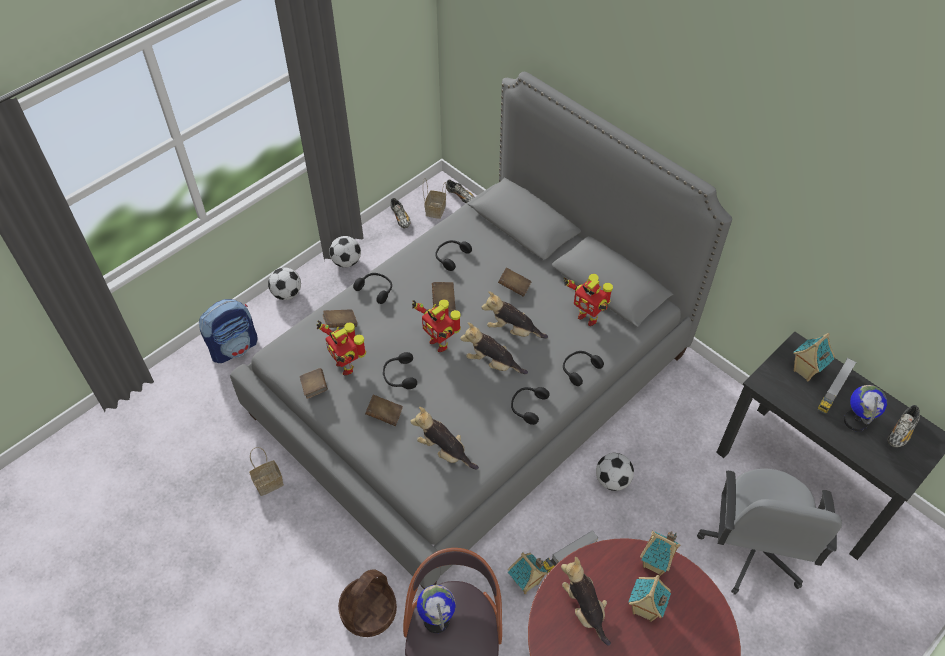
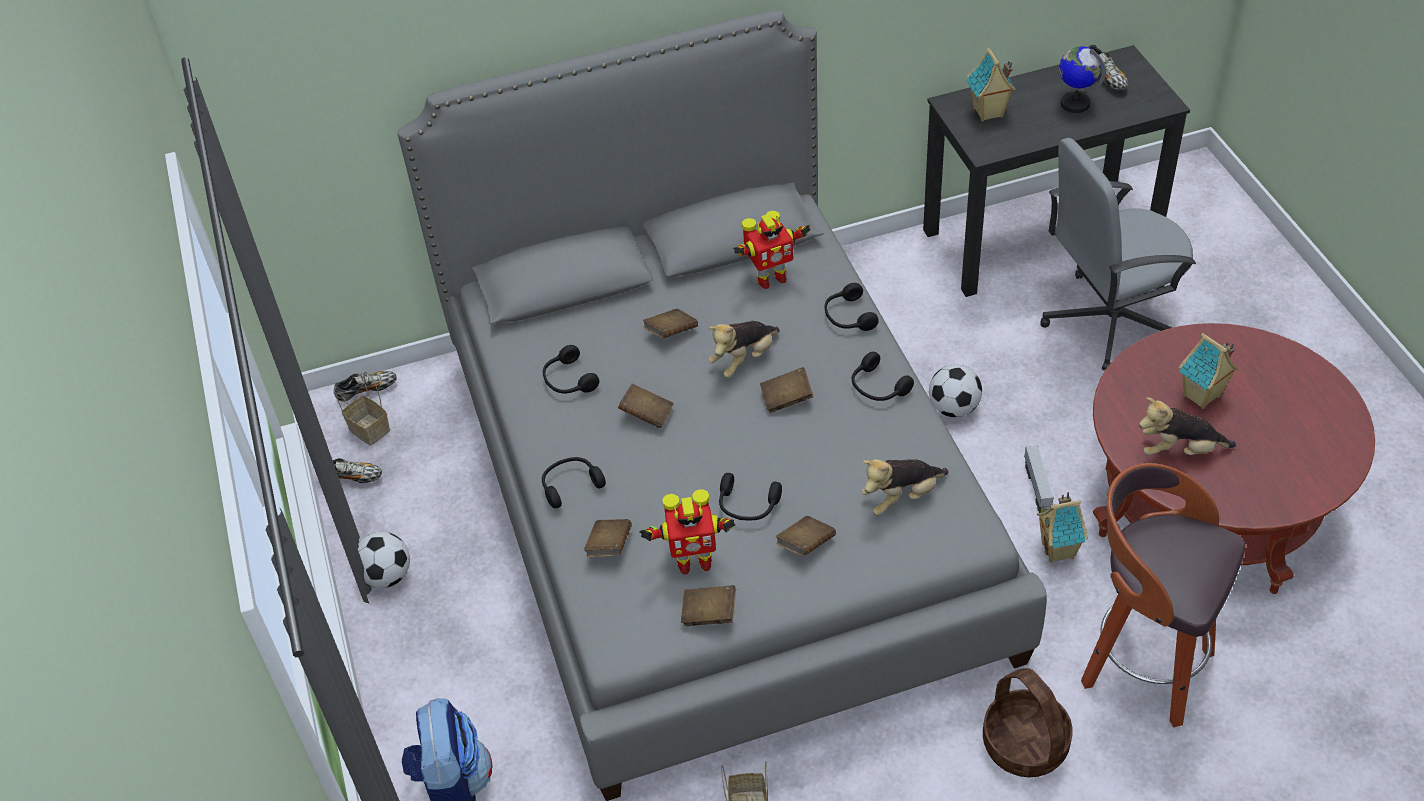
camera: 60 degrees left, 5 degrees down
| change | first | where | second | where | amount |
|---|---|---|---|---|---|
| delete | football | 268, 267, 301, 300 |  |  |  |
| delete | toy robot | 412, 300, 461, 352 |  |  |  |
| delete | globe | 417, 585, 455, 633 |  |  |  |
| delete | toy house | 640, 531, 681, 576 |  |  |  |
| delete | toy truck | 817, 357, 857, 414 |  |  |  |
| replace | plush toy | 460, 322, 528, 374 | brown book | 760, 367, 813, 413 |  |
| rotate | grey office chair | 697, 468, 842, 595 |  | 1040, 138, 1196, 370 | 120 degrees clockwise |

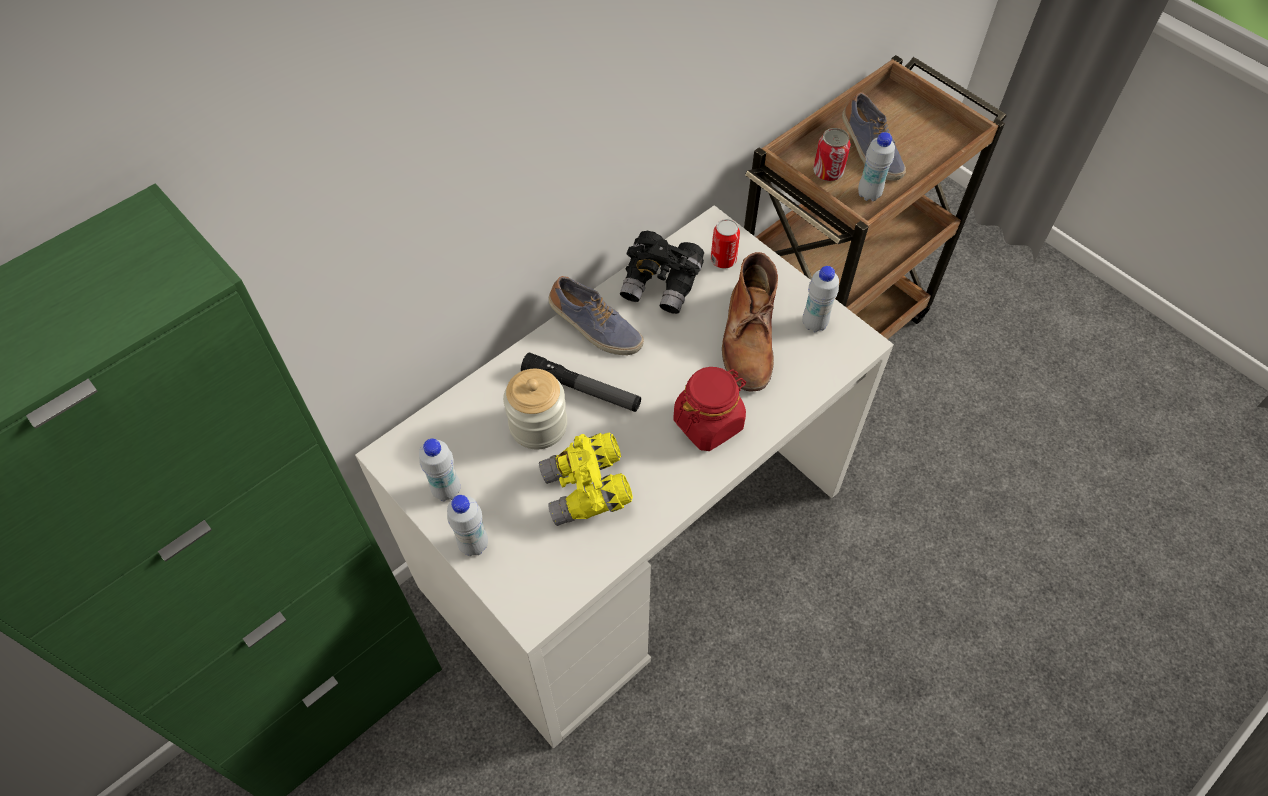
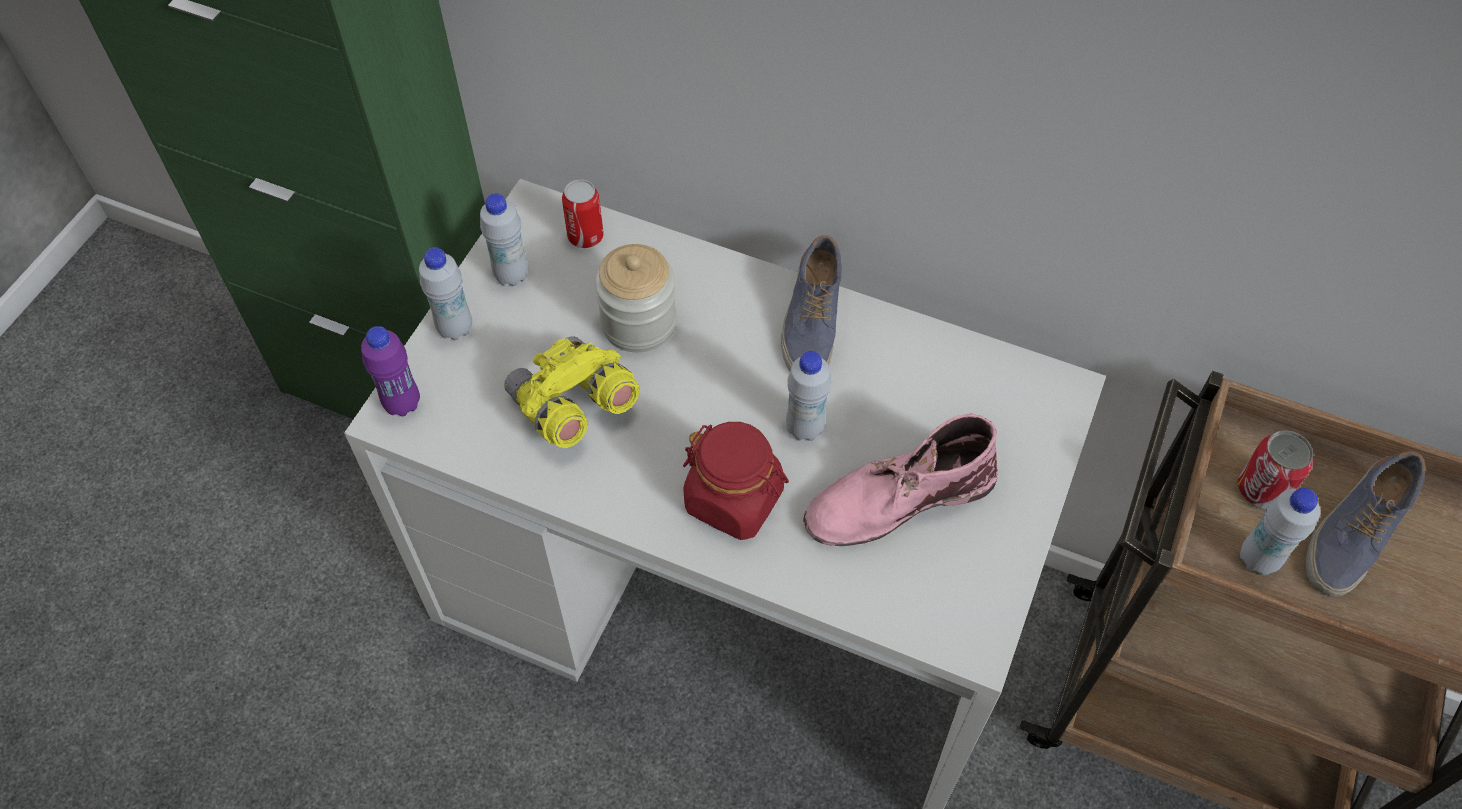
camera: 65 degrees right, 0 degrees up
| change | first | where | second | where | amount |
|---|---|---|---|---|---|
| delete | flashlight | 521, 352, 641, 412 |  |  |  |
| delete | black binoculars | 620, 231, 704, 314 |  |  |  |
| insert |  |  | purple bottle | 361, 326, 420, 417 |  |
| move | can | 711, 219, 740, 269 |  | 562, 179, 604, 248 |  |
| move | white bottle | 802, 266, 839, 332 |  | 786, 351, 831, 441 |  |
| recolor | brown boot | 722, 252, 778, 392 | pink boot | 803, 414, 998, 546 |  |

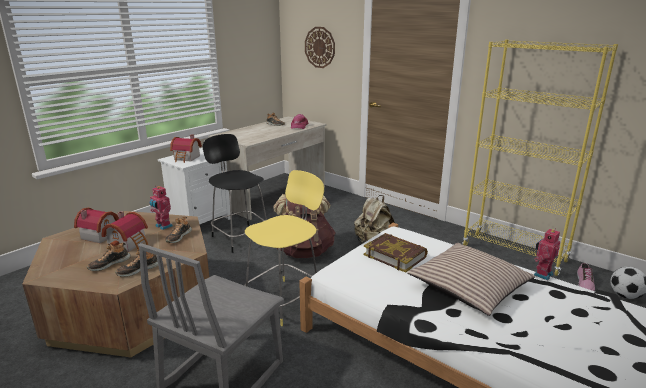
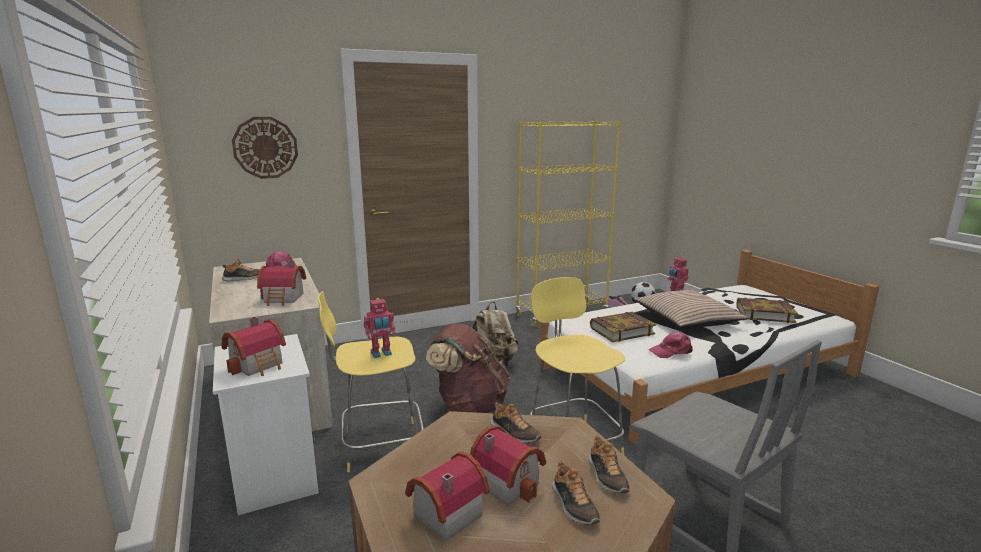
camera: 65 degrees left, 5 degrees down
| change | first | where | second | where | amount |
|---|---|---|---|---|---|
| insert |  |  | toy house | 257, 260, 306, 306 |  |
| insert |  |  | pink cap | 648, 332, 693, 358 |  |
| insert |  |  | book | 737, 298, 798, 323 |  |
| move | toy robot | 149, 185, 173, 230 |  | 364, 298, 396, 358 |  |
| recolor | black stool | 203, 134, 267, 253 | yellow stool | 318, 291, 424, 472 |  |

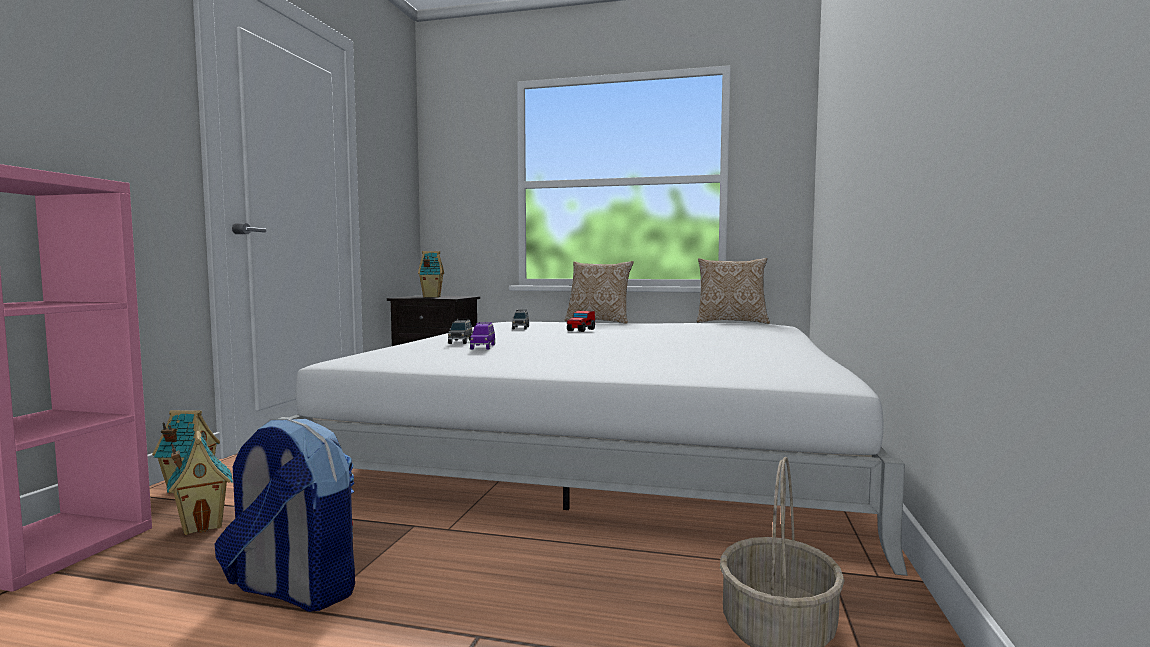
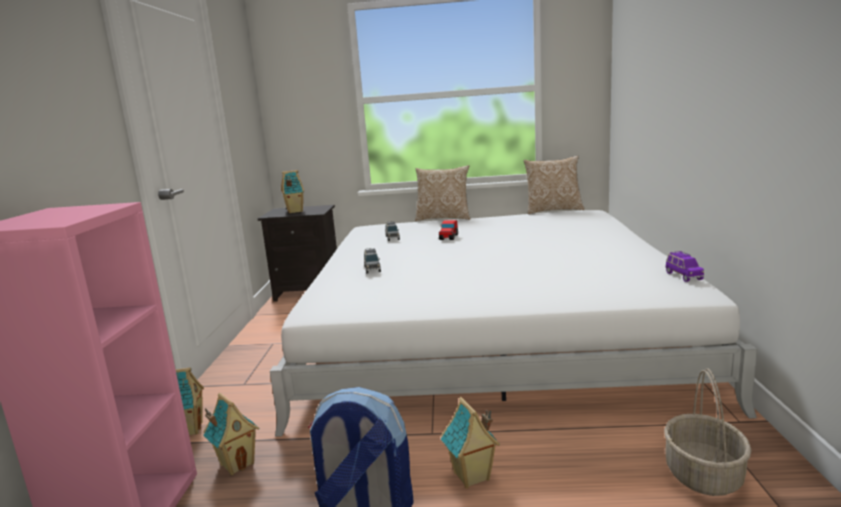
camera: 10 degrees left, 10 degrees up
| change | first | where | second | where | amount |
|---|---|---|---|---|---|
| insert |  |  | toy house | 441, 397, 500, 488 |  |
| move | purple toy car | 470, 322, 495, 350 |  | 665, 251, 704, 282 |  |

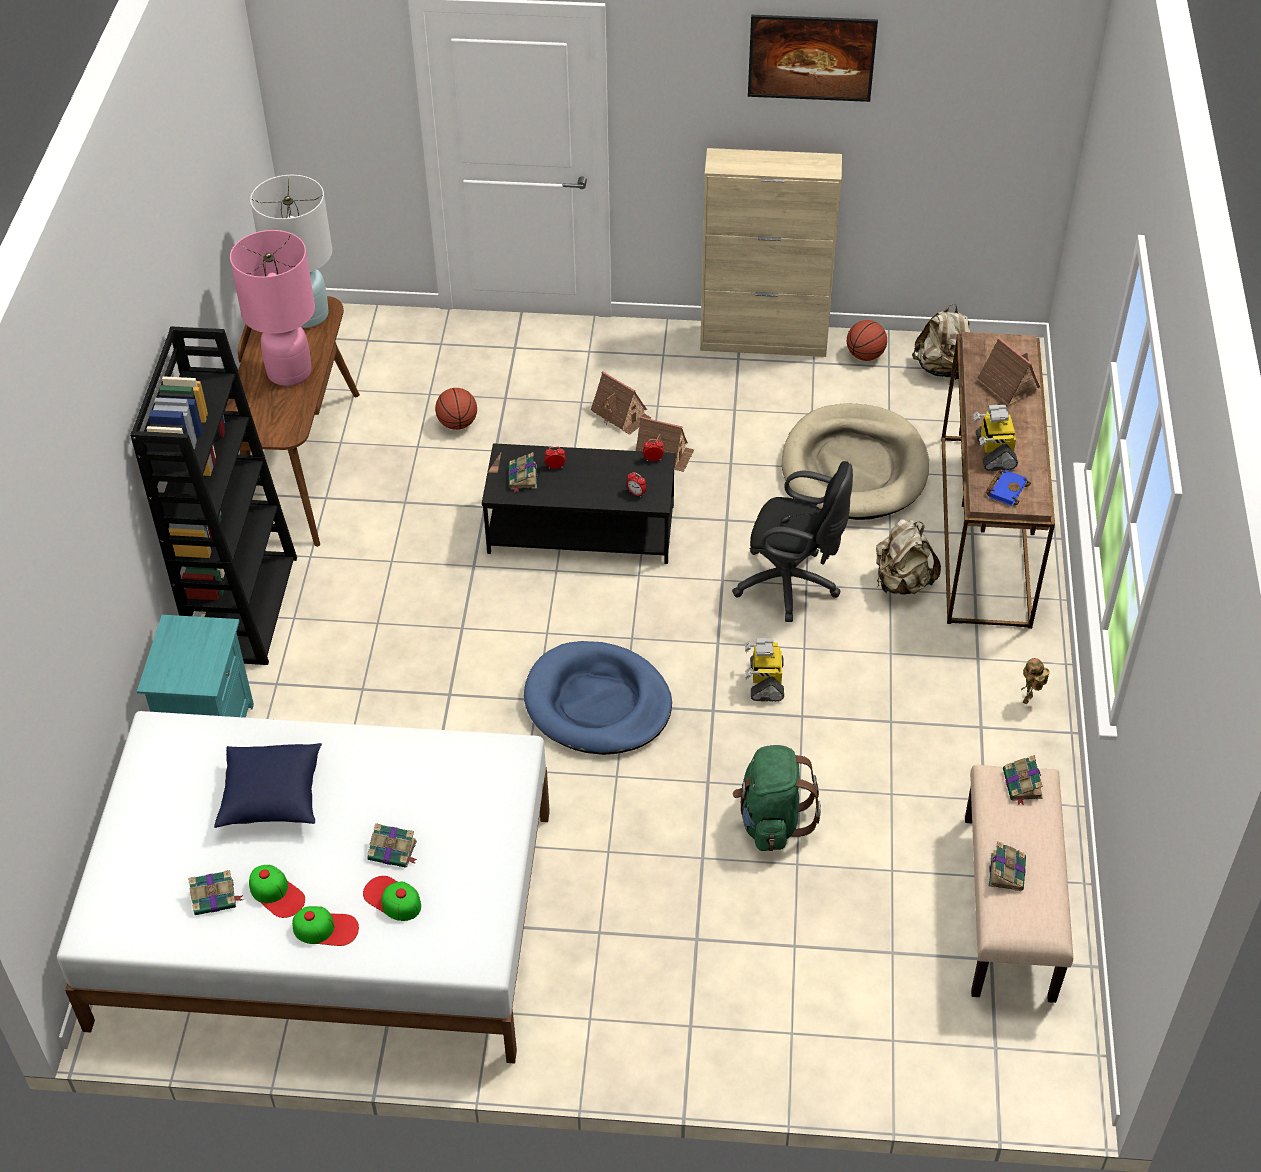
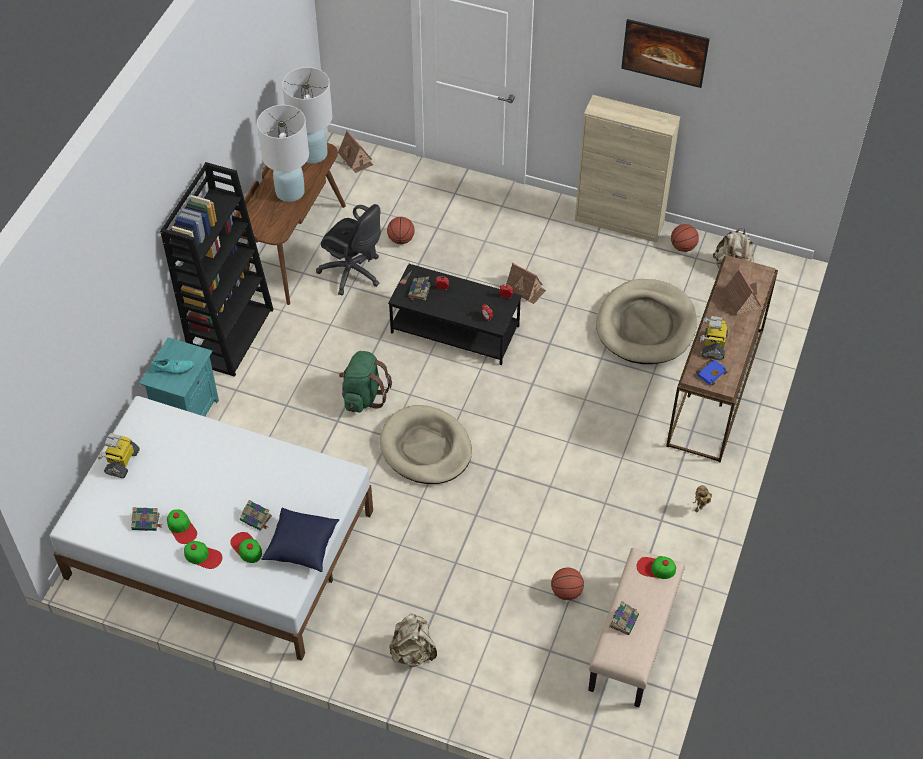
camera: 15 degrees right, 5 degrees up
| change | first | where | second | where | amount |
|---|---|---|---|---|---|
| insert |  |  | turquoise shoe | 153, 359, 194, 375 |  |
| insert |  |  | basketball | 551, 567, 584, 600 |  |
| move | blue pillow | 214, 743, 322, 828 |  | 261, 507, 339, 572 |  |
| move | toy house | 591, 371, 651, 435 |  | 338, 130, 373, 173 |  |
| move | black office chair | 732, 461, 853, 622 |  | 316, 204, 381, 295 |  |
| move | green backpack | 733, 745, 821, 851 |  | 339, 351, 392, 413 |  |
| move | toy robot | 745, 638, 784, 701 |  | 98, 433, 140, 478 |  |
| move | beige backpack | 876, 519, 941, 595 |  | 390, 613, 437, 667 |  |
| replace | book | 1003, 755, 1043, 805 | cap | 637, 556, 676, 579 |  |
| recolor | pink table lamp | 230, 230, 315, 386 | white table lamp | 257, 105, 309, 202 |  |
| recolor | blue dog bed | 524, 641, 672, 755 | beige dog bed | 380, 405, 472, 484 |  |

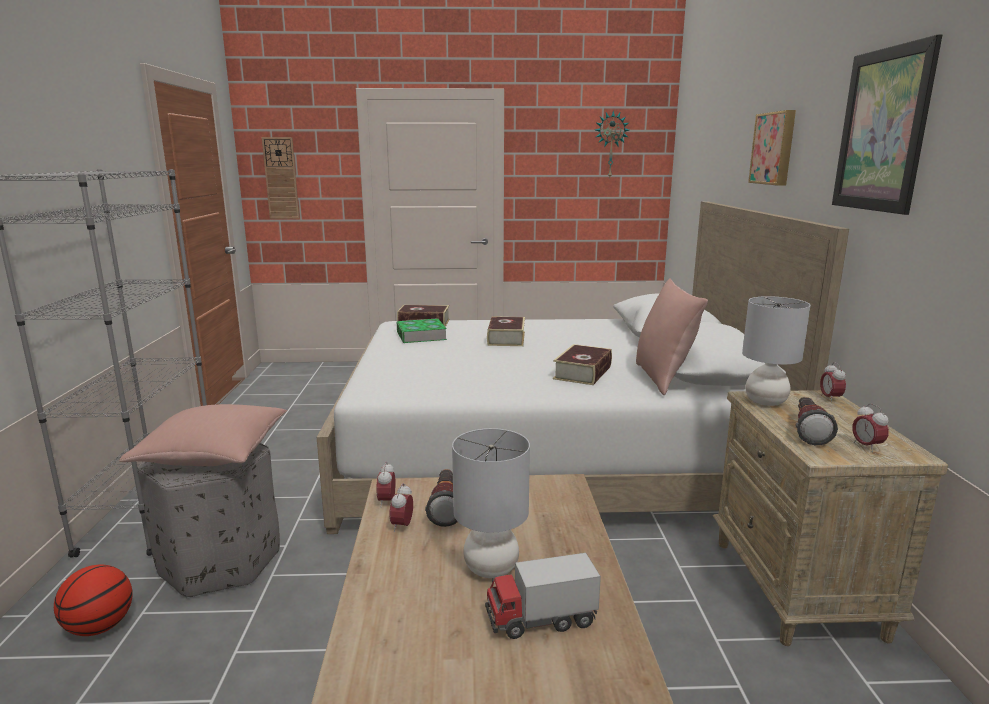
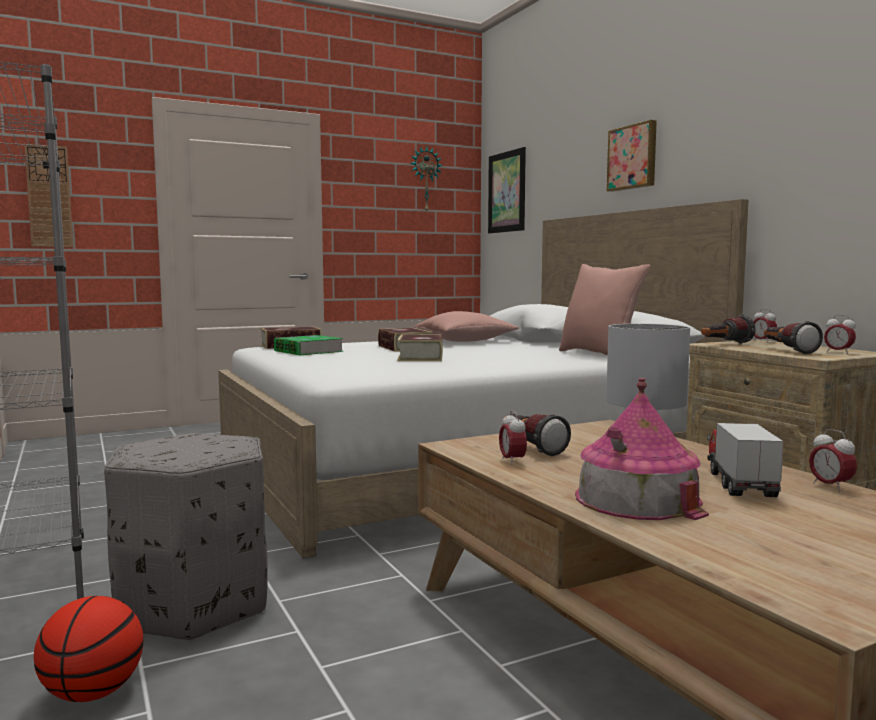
camera: 25 degrees left, 10 degrees down
| change | first | where | second | where | amount |
|---|---|---|---|---|---|
| insert |  |  | toy house | 575, 378, 709, 520 |  |
| move | pink pillow | 119, 404, 287, 466 |  | 414, 311, 519, 342 |  |
| move | alarm clock | 376, 461, 396, 508 |  | 809, 429, 857, 491 |  |
| move | book | 553, 344, 612, 385 |  | 397, 335, 443, 361 |  |
| move | picture | 832, 34, 942, 215 |  | 488, 147, 526, 234 |  |
| replace | grey table lamp | 742, 296, 811, 406 | flashlight | 701, 315, 756, 344 |  |
| rotate | toy truck | 485, 553, 601, 639 |  | 707, 423, 784, 497 | 135 degrees clockwise |

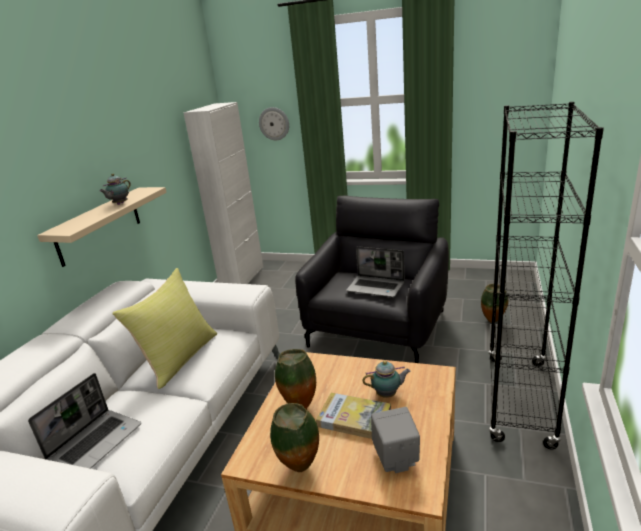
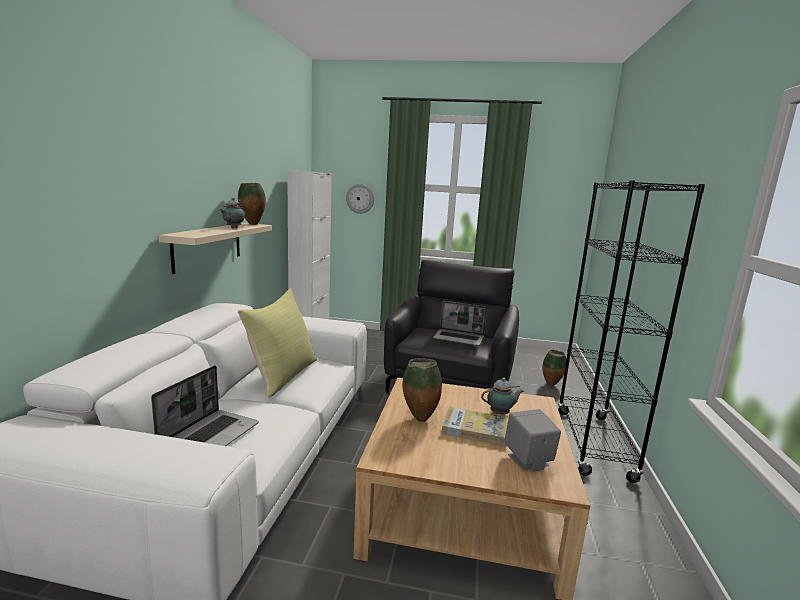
camera: 10 degrees left, 10 degrees down
| change | first | where | second | where | amount |
|---|---|---|---|---|---|
| move | vase | 270, 403, 319, 472 |  | 238, 183, 266, 225 |  |

